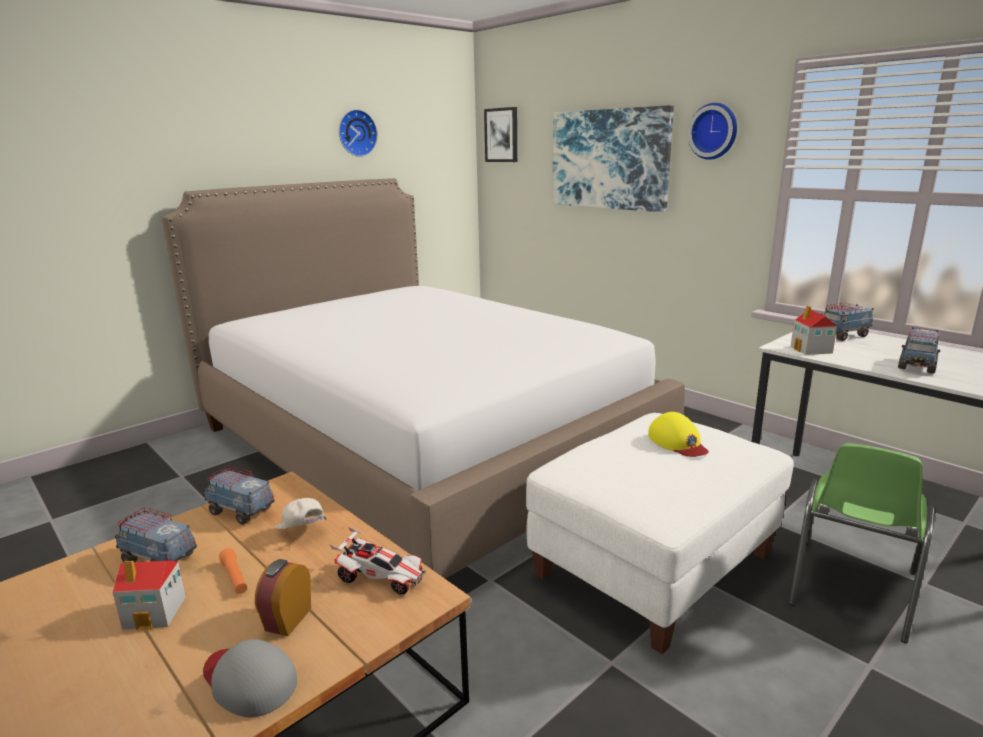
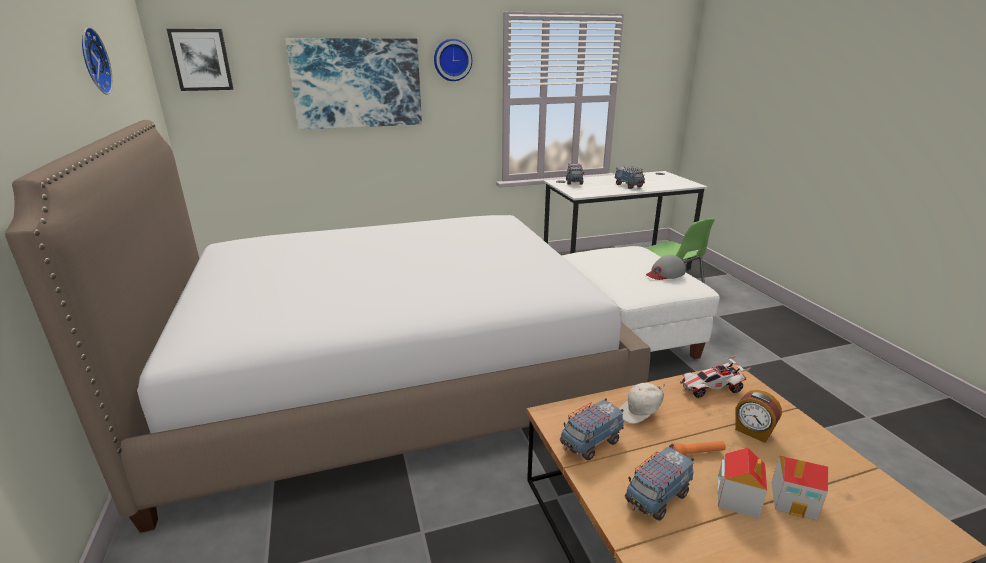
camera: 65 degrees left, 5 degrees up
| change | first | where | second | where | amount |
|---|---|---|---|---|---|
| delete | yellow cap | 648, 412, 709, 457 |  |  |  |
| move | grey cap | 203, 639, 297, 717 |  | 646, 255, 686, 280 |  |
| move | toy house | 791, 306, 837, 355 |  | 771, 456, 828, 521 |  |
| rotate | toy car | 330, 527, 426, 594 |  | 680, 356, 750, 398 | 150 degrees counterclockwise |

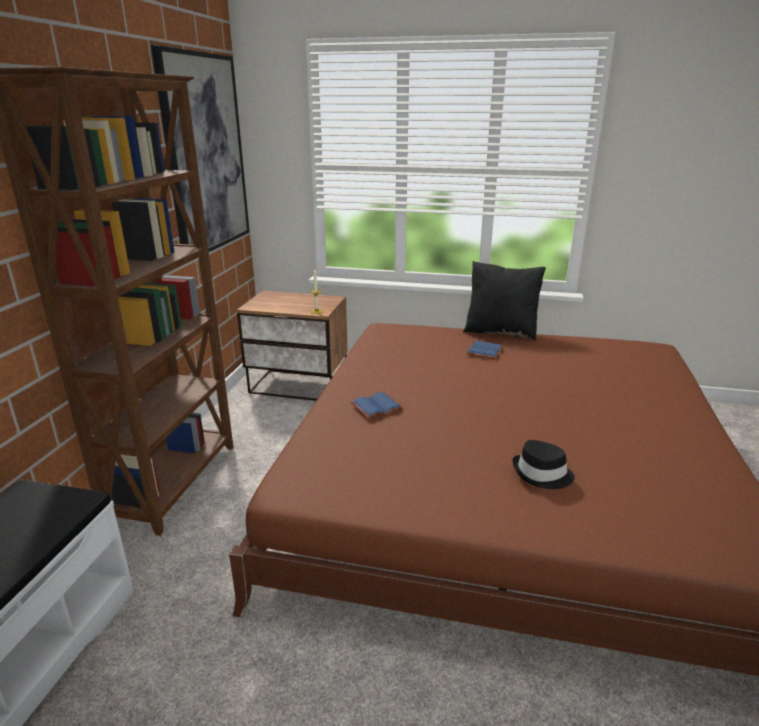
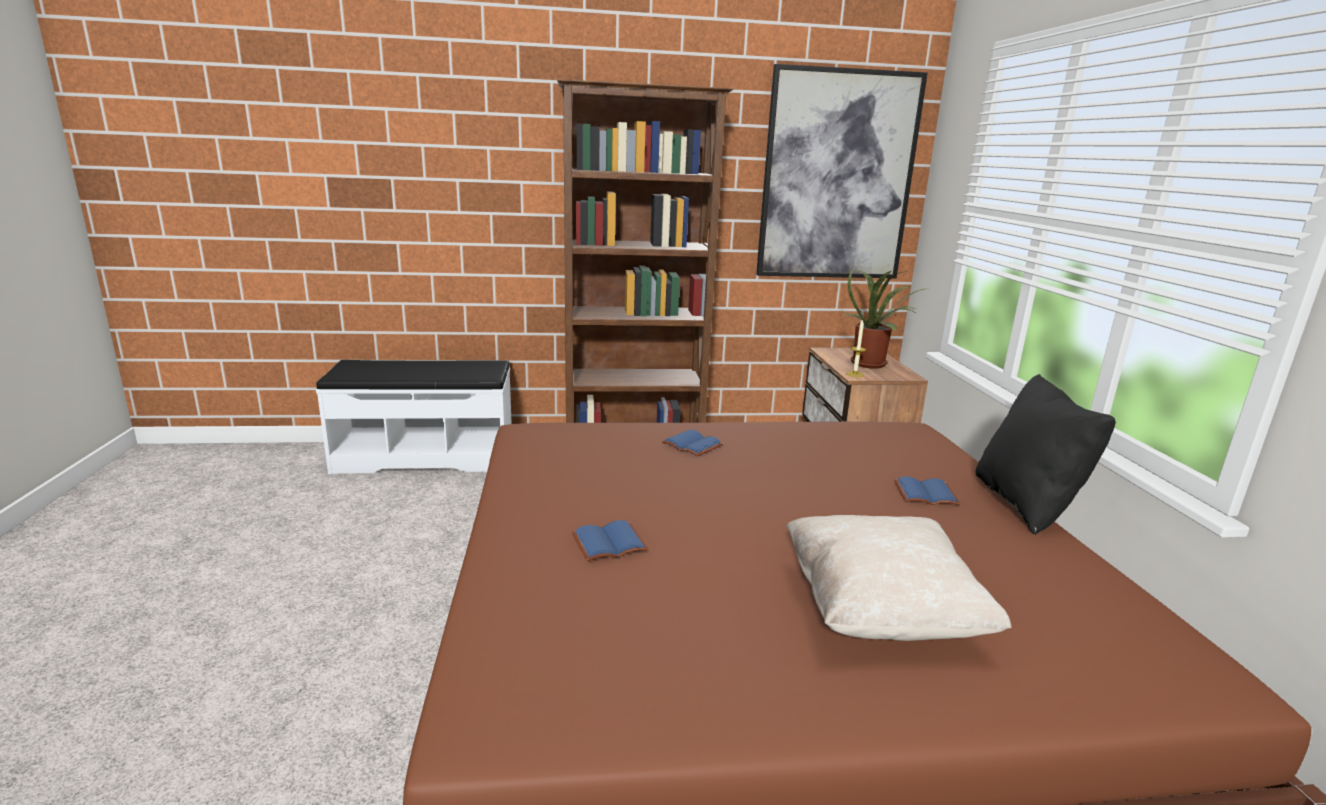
camera: 70 degrees right, 5 degrees down
| change | first | where | second | where | amount |
|---|---|---|---|---|---|
| insert |  |  | beige pillow | 786, 515, 1012, 641 |  |
| insert |  |  | potted plant | 844, 266, 925, 369 |  |
| replace | black hat | 513, 440, 575, 489 | blue book | 572, 520, 648, 561 |  |

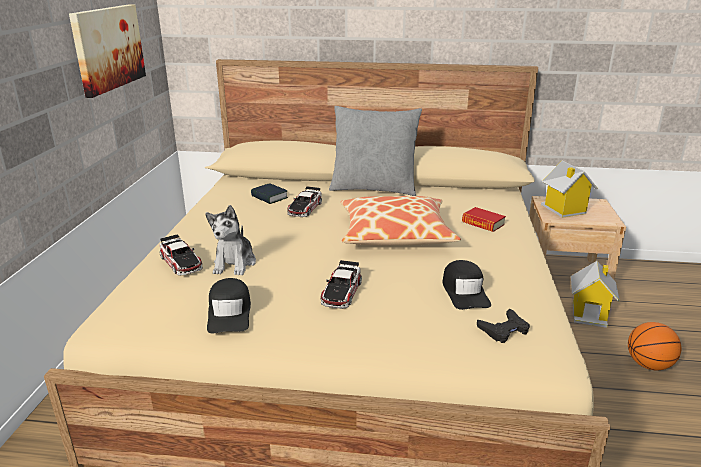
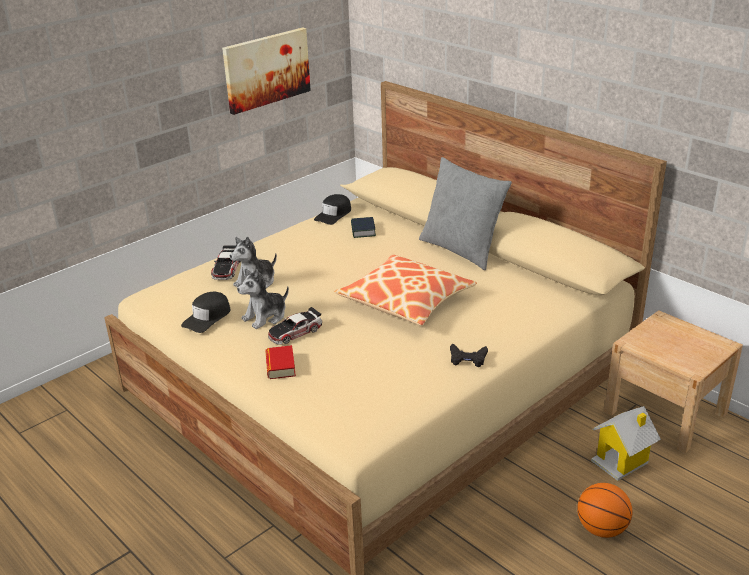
camera: 40 degrees right, 5 degrees up
| change | first | where | second | where | amount |
|---|---|---|---|---|---|
| delete | toy car | 287, 186, 322, 217 |  |  |  |
| delete | toy house | 541, 161, 598, 218 |  |  |  |
| insert |  |  | plush toy | 237, 268, 289, 329 |  |
| move | black cap | 442, 260, 491, 310 |  | 314, 194, 351, 225 |  |
| move | book | 462, 207, 506, 232 |  | 265, 345, 296, 379 |  |
| move | black game controller | 477, 308, 530, 343 |  | 450, 344, 488, 367 |  |

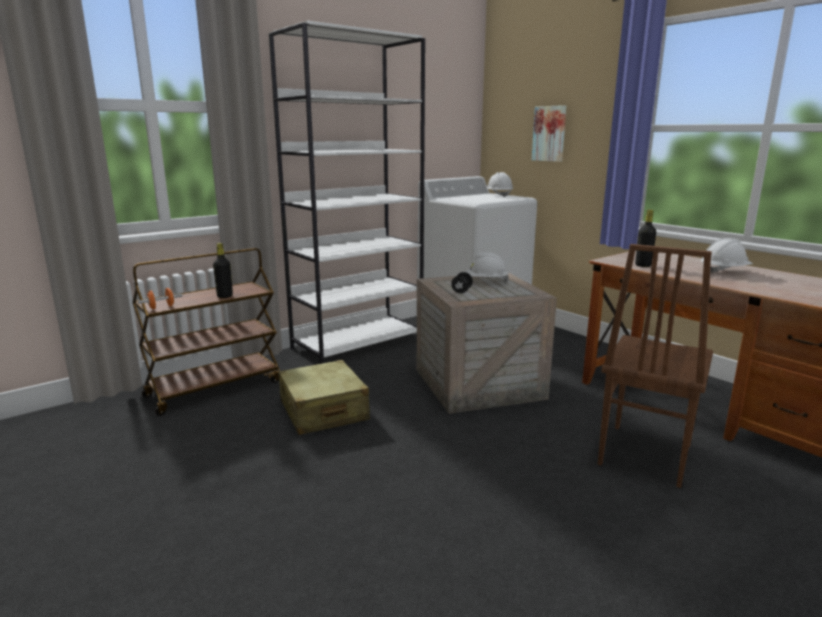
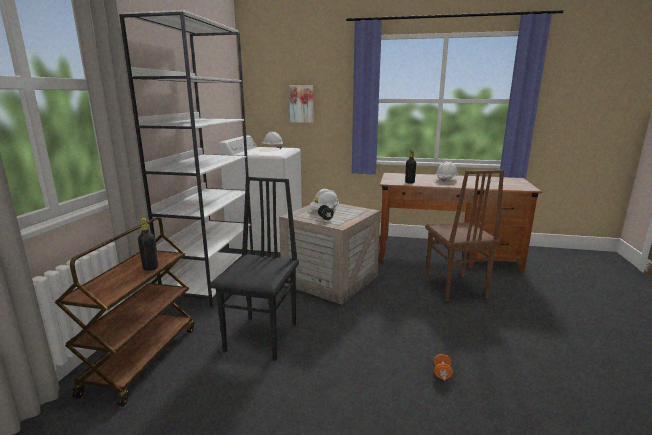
camera: 40 degrees left, 0 degrees up
| change | first | where | second | where | amount |
|---|---|---|---|---|---|
| move | orange dumbbell | 138, 288, 183, 310 |  | 434, 354, 453, 381 |  |
| replace | beige suitcase | 278, 360, 370, 435 | black chair | 210, 177, 299, 360 |  |

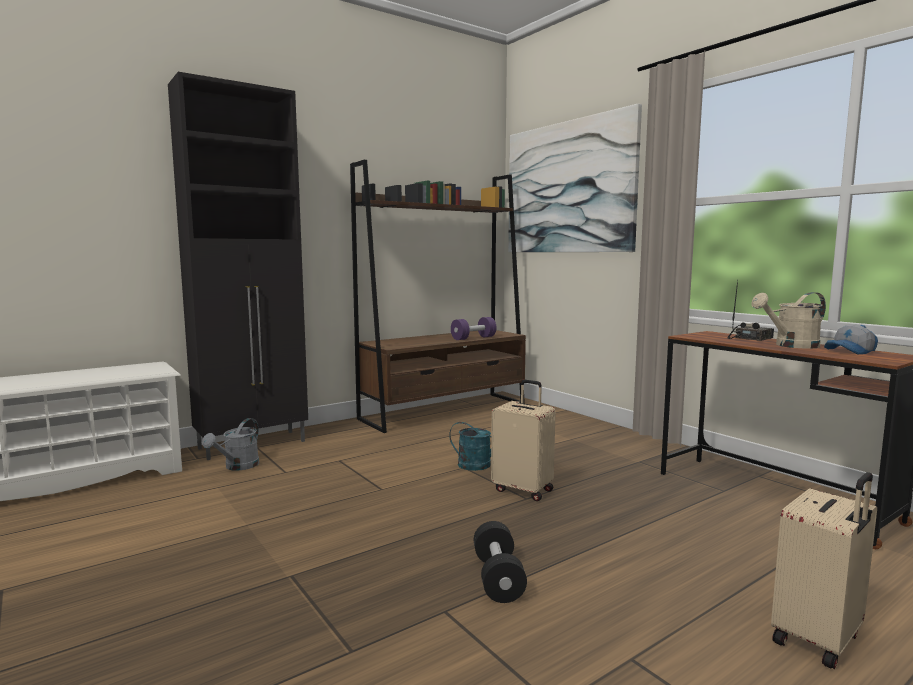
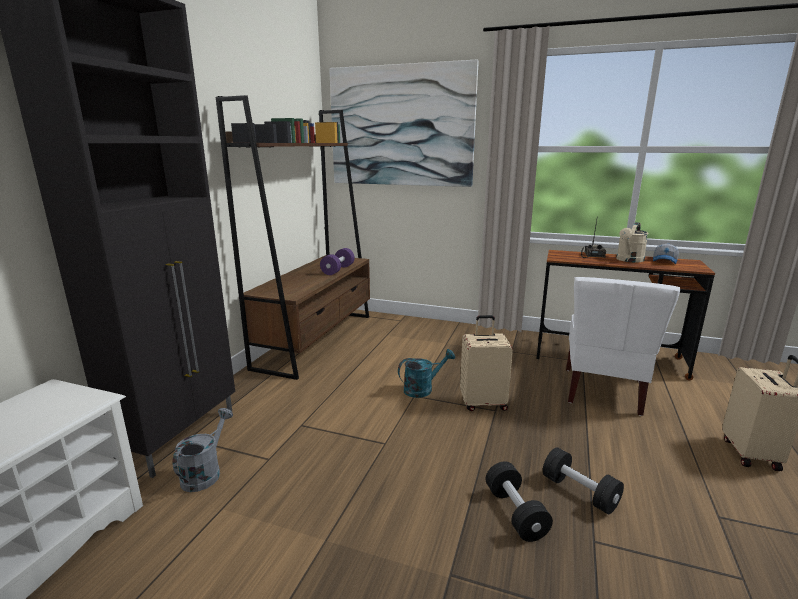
camera: 35 degrees left, 10 degrees up
| change | first | where | second | where | amount |
|---|---|---|---|---|---|
| insert |  |  | black dumbbell | 486, 462, 553, 542 |  |
| insert |  |  | white chair | 566, 277, 680, 416 |  |
| rotate | grey watering can | 202, 418, 259, 470 |  | 172, 408, 233, 492 | 150 degrees counterclockwise |

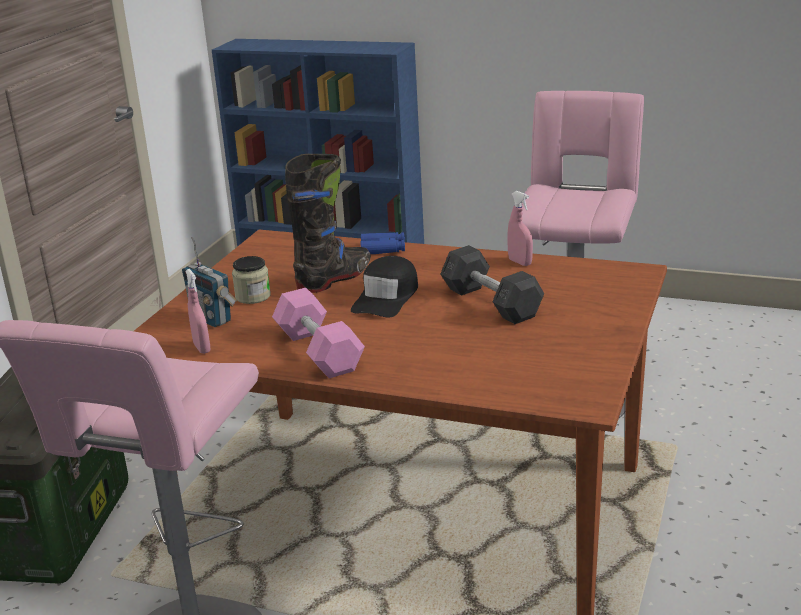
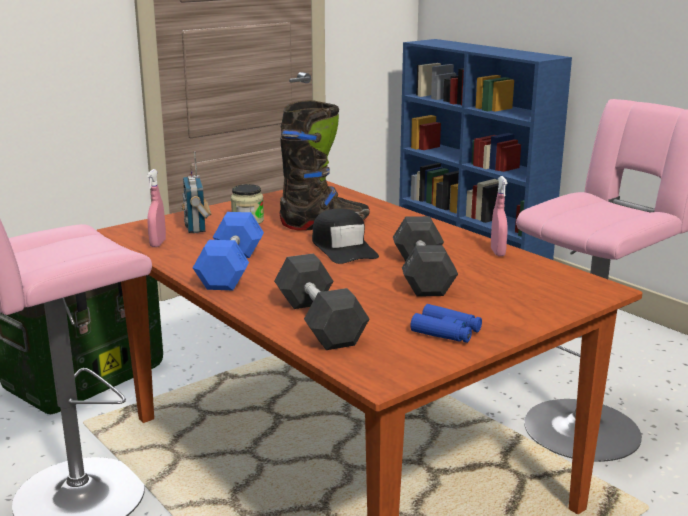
camera: 30 degrees right, 5 degrees down
| change | first | where | second | where | amount |
|---|---|---|---|---|---|
| insert |  |  | grey dumbbell | 274, 254, 369, 350 |  |
| move | blue binoculars | 361, 232, 405, 254 |  | 410, 304, 482, 343 |  |
| recolor | pink dumbbell | 272, 288, 365, 378 | blue dumbbell | 193, 212, 264, 290 |  |
| rotate | black cap | 351, 256, 418, 317 |  | 312, 209, 379, 264 | 75 degrees counterclockwise |

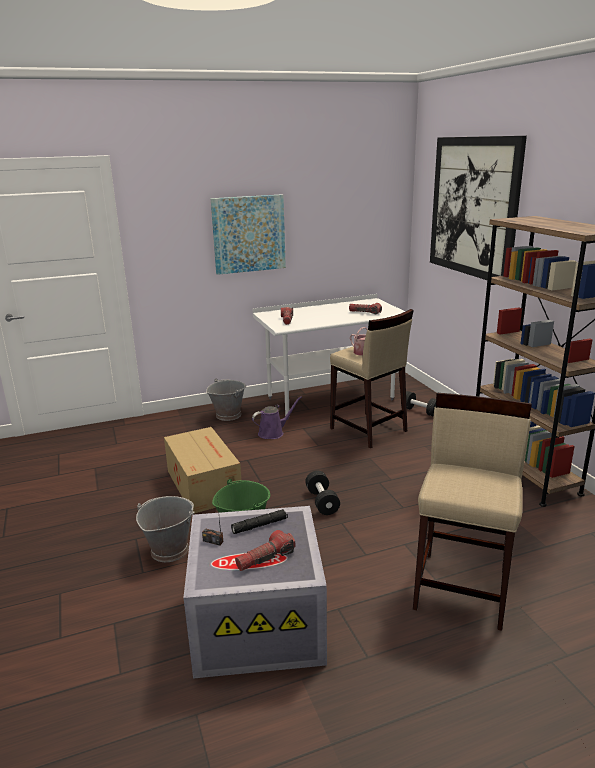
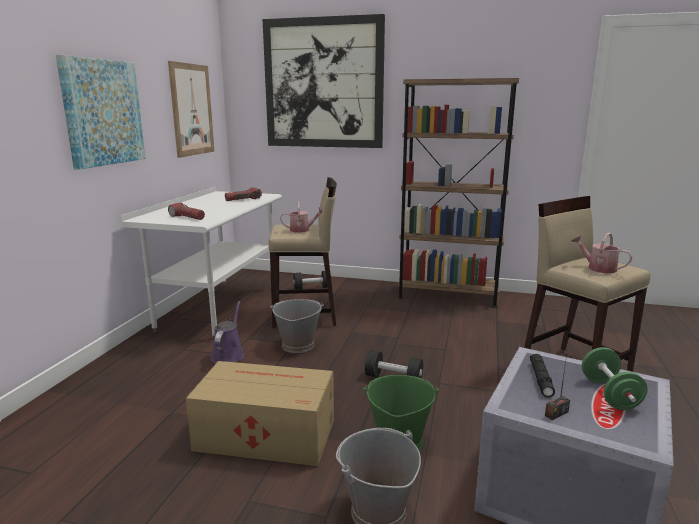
camera: 55 degrees left, 5 degrees down
| change | first | where | second | where | amount |
|---|---|---|---|---|---|
| insert |  |  | picture | 168, 61, 215, 158 |  |
| insert |  |  | watering can | 571, 233, 633, 273 |  |
| move | grey bucket | 206, 378, 246, 421 |  | 270, 299, 324, 353 |  |
| replace | flashlight | 235, 530, 296, 571 | green dumbbell | 582, 347, 647, 410 |  |

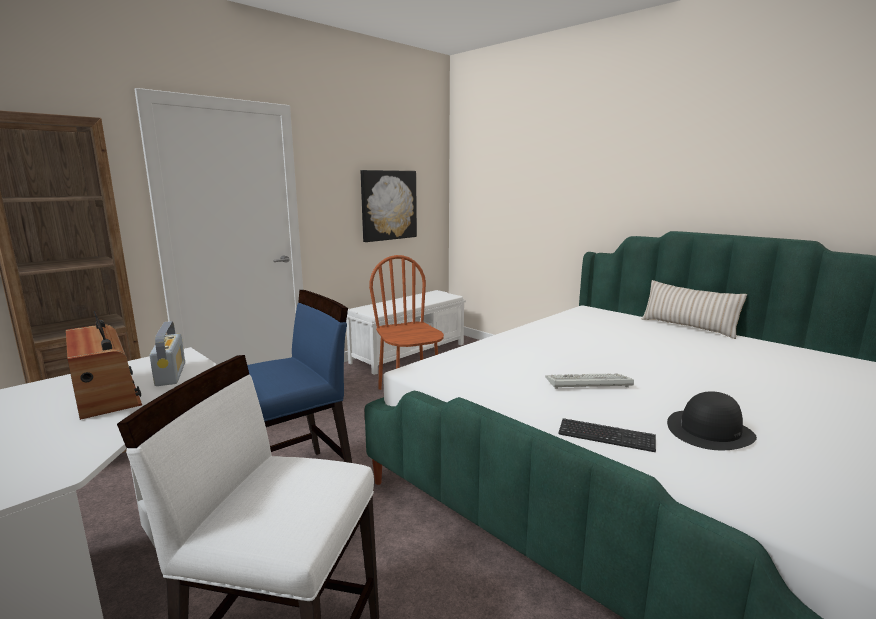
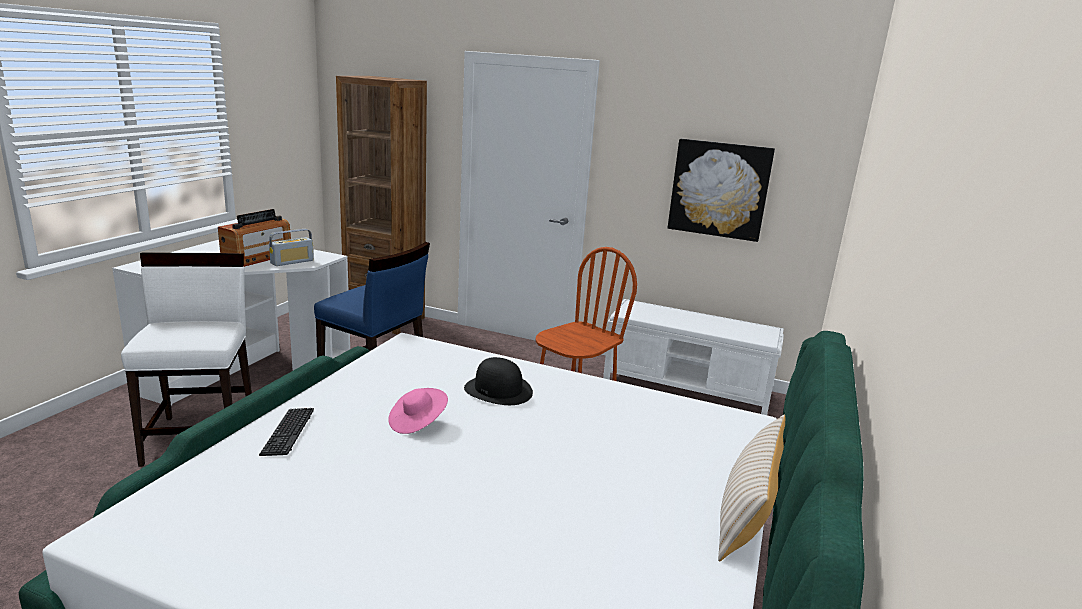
camera: 65 degrees right, 5 degrees up
| change | first | where | second | where | amount |
|---|---|---|---|---|---|
| move | black hat | 667, 392, 757, 450 |  | 464, 357, 533, 405 |  |
| replace | keyboard | 545, 373, 634, 389 | pink hat | 388, 388, 448, 434 |  |

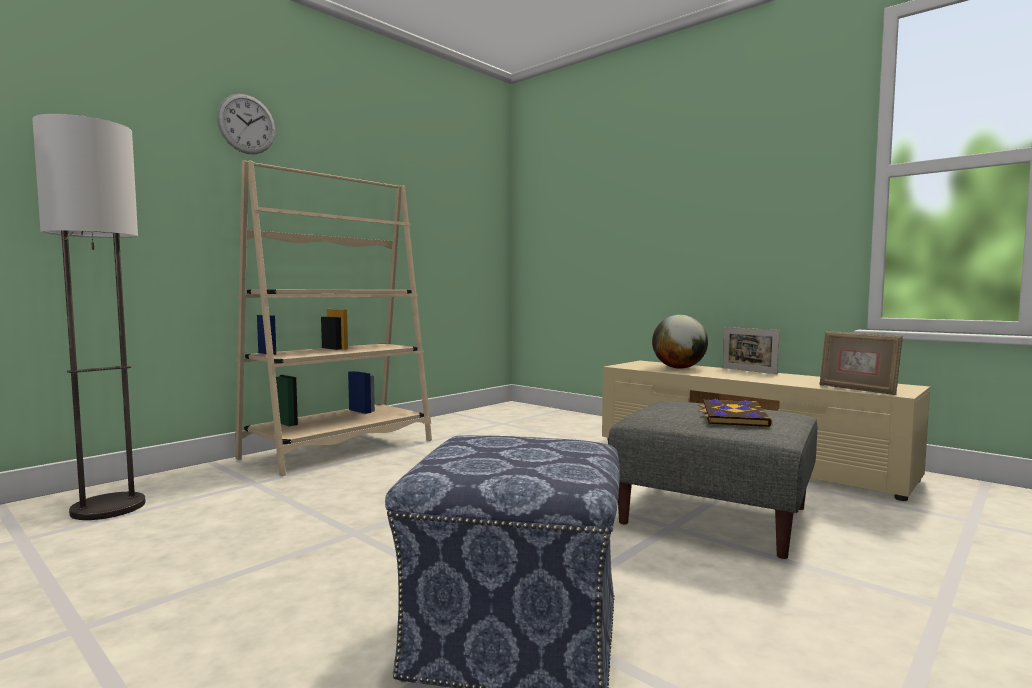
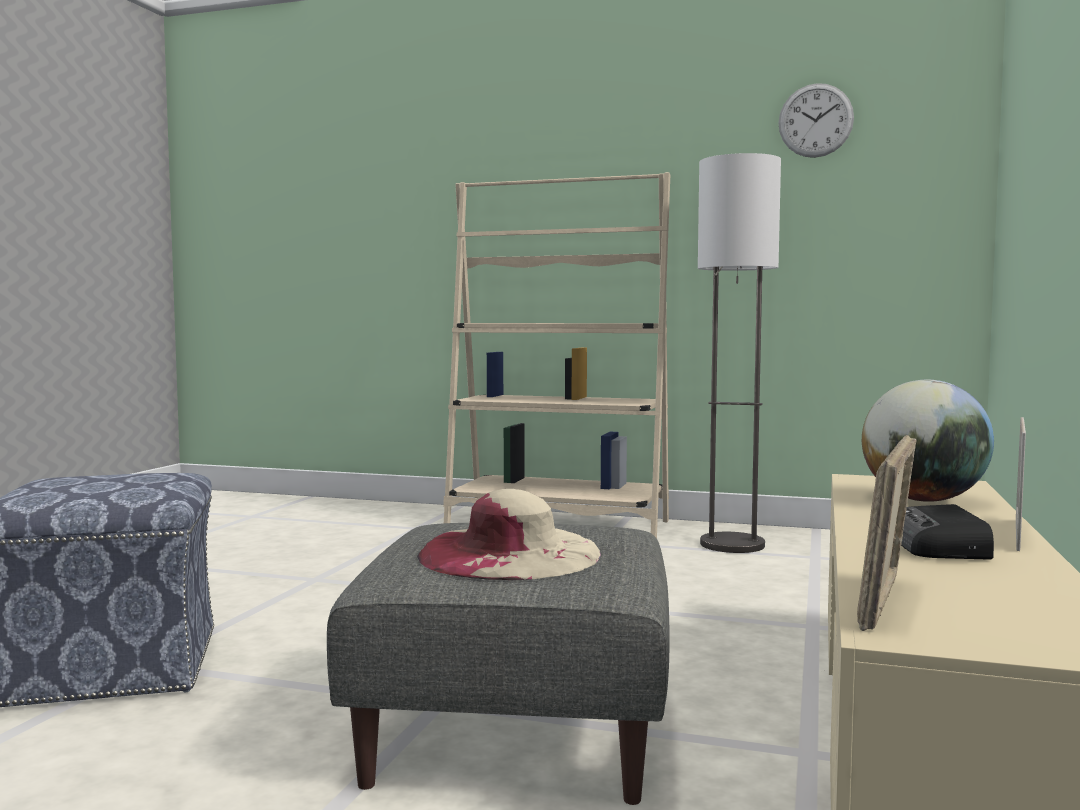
camera: 65 degrees right, 0 degrees up
| change | first | where | second | where | amount |
|---|---|---|---|---|---|
| insert |  |  | radio | 901, 504, 994, 560 |  |
| move | floor lamp | 32, 114, 146, 520 |  | 698, 153, 781, 553 |  |
| move | wall clock | 217, 94, 276, 154 |  | 779, 83, 854, 158 |  |
| replace | book | 698, 399, 772, 427 | beige hat | 417, 489, 601, 580 |  |

